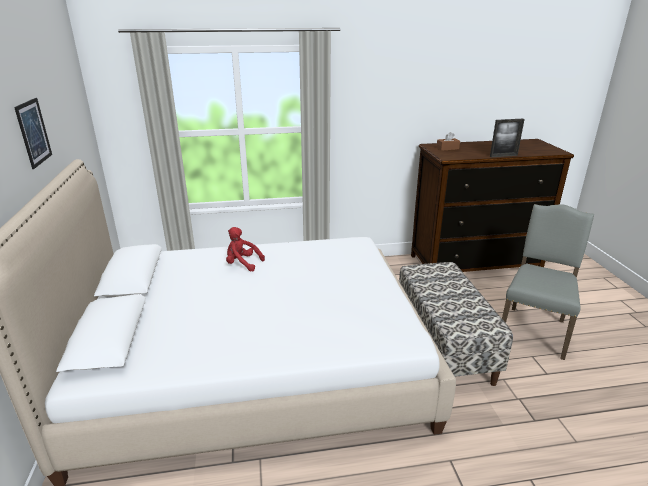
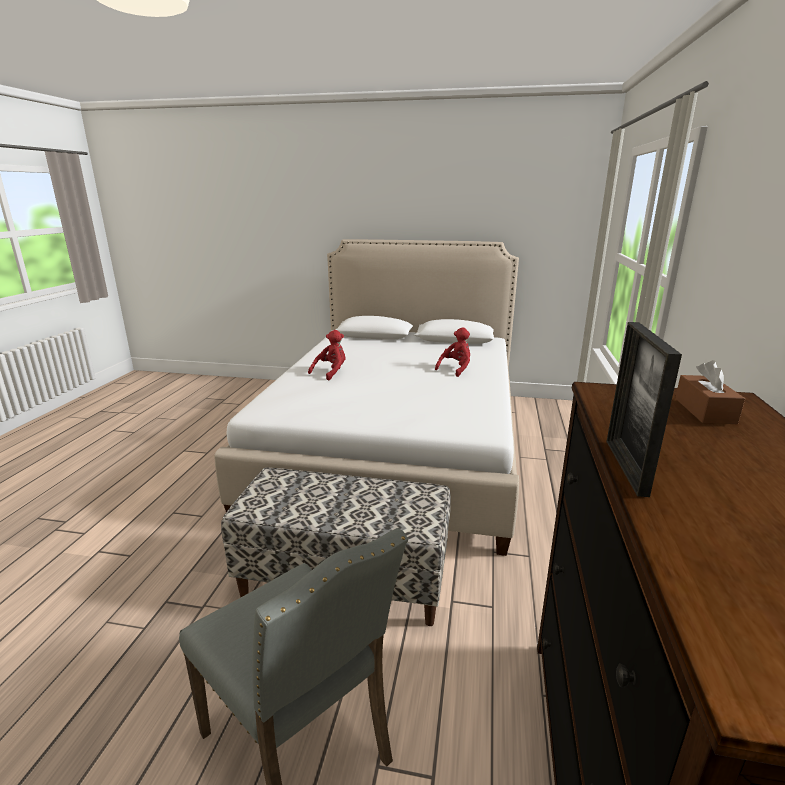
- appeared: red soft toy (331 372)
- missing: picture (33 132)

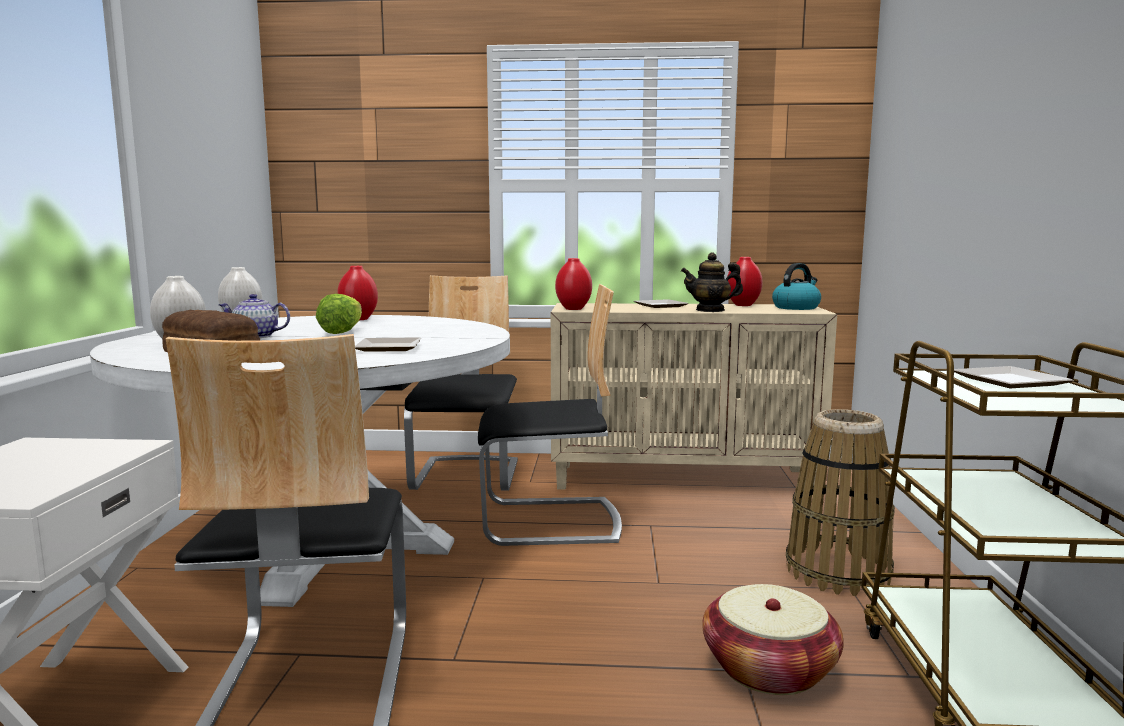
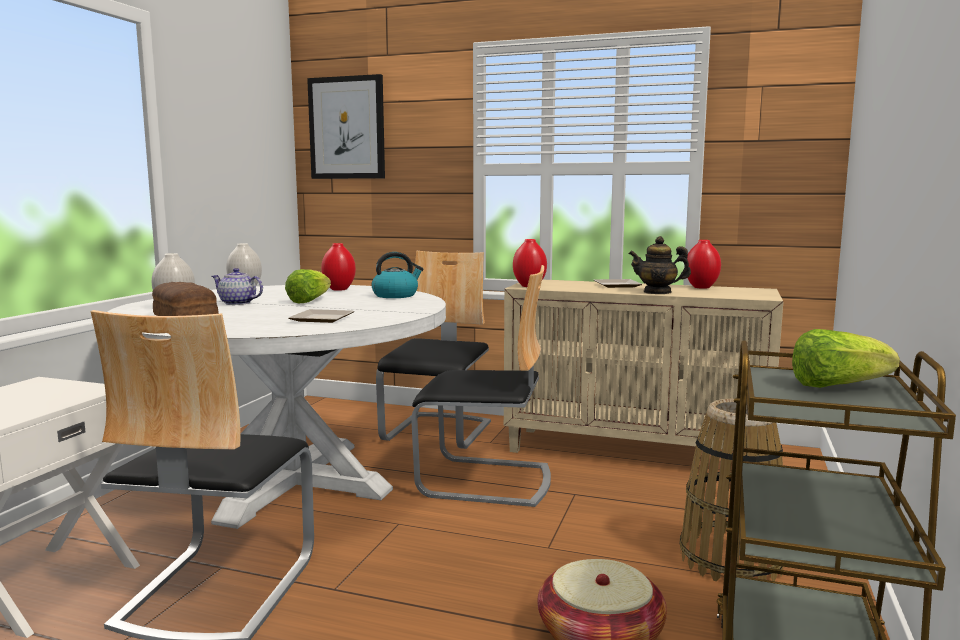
- appeared: picture (347 128)
- relocated: water kettle (796 307) to (396 295)
- exchanged: dinner plate (1005 381) to lettuce head (836 386)

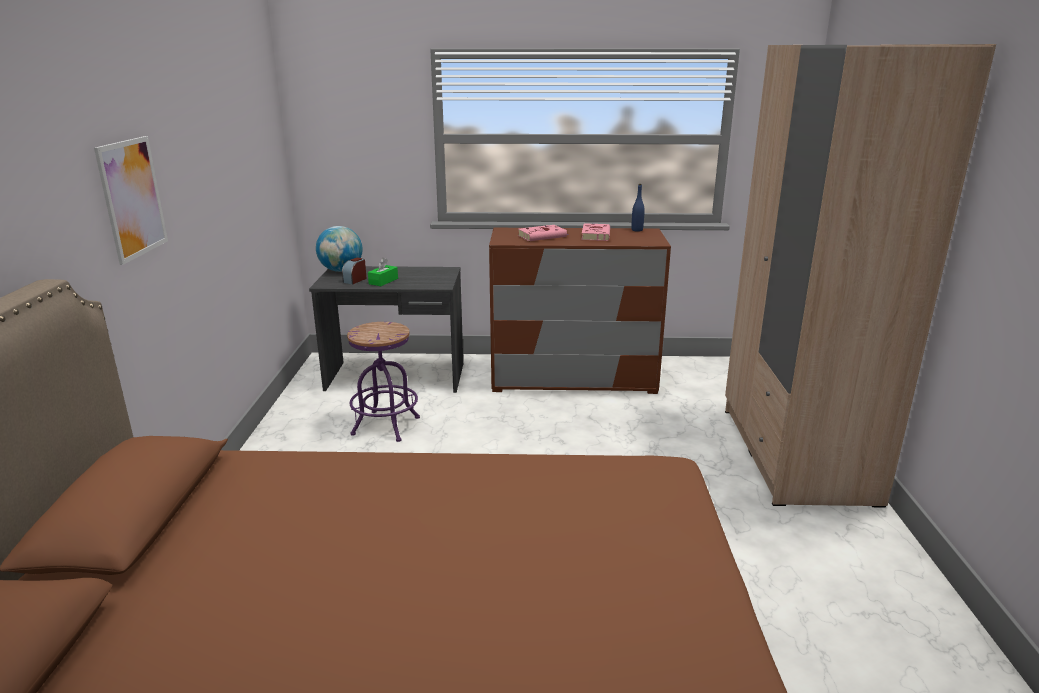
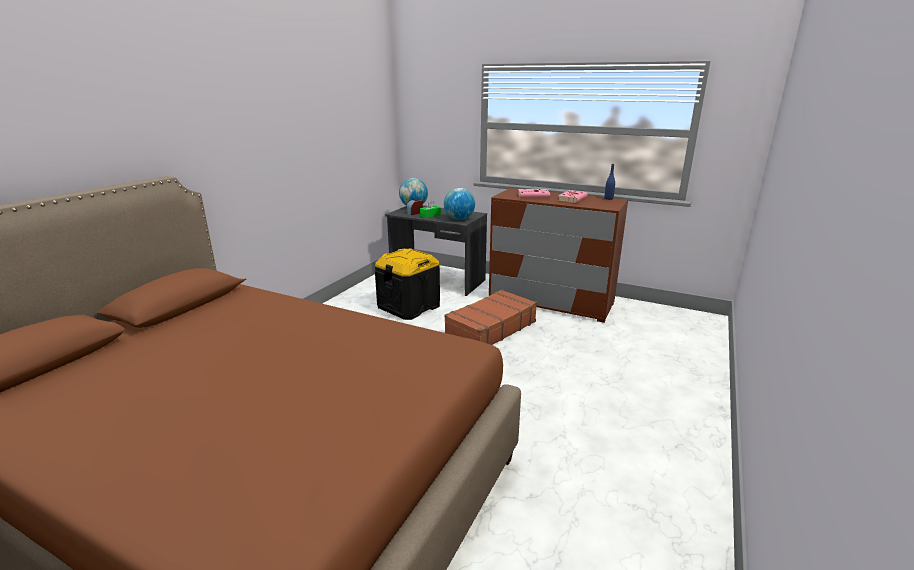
- exchanged: purplish stool (386 426) to black storage container (409 306)
- appeared: globe (459 219)
- appeared: brown travel case (490 328)
- missing: picture (132 198)
- missing: sand-coloured clothes cupboard (795 454)

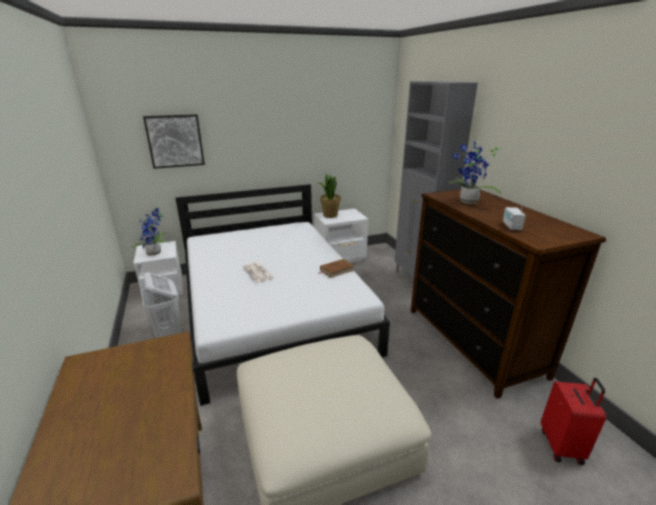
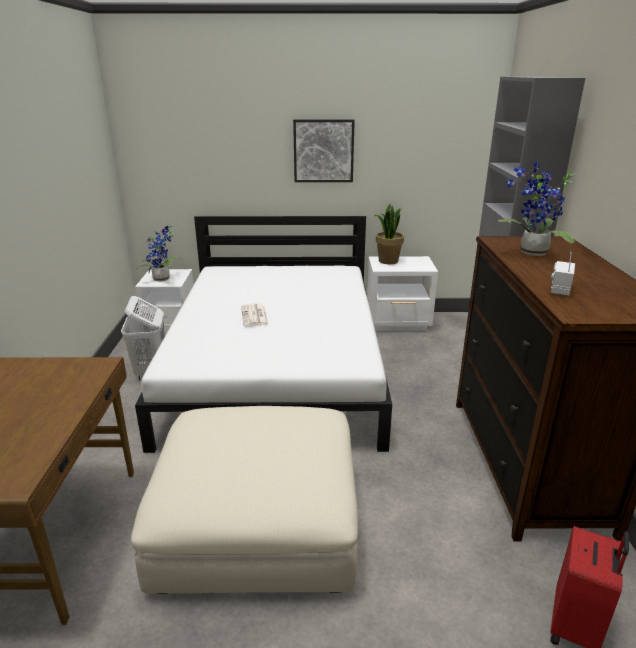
- relocated: picture (175 141) to (323 151)
- missing: brown bound book (336 270)

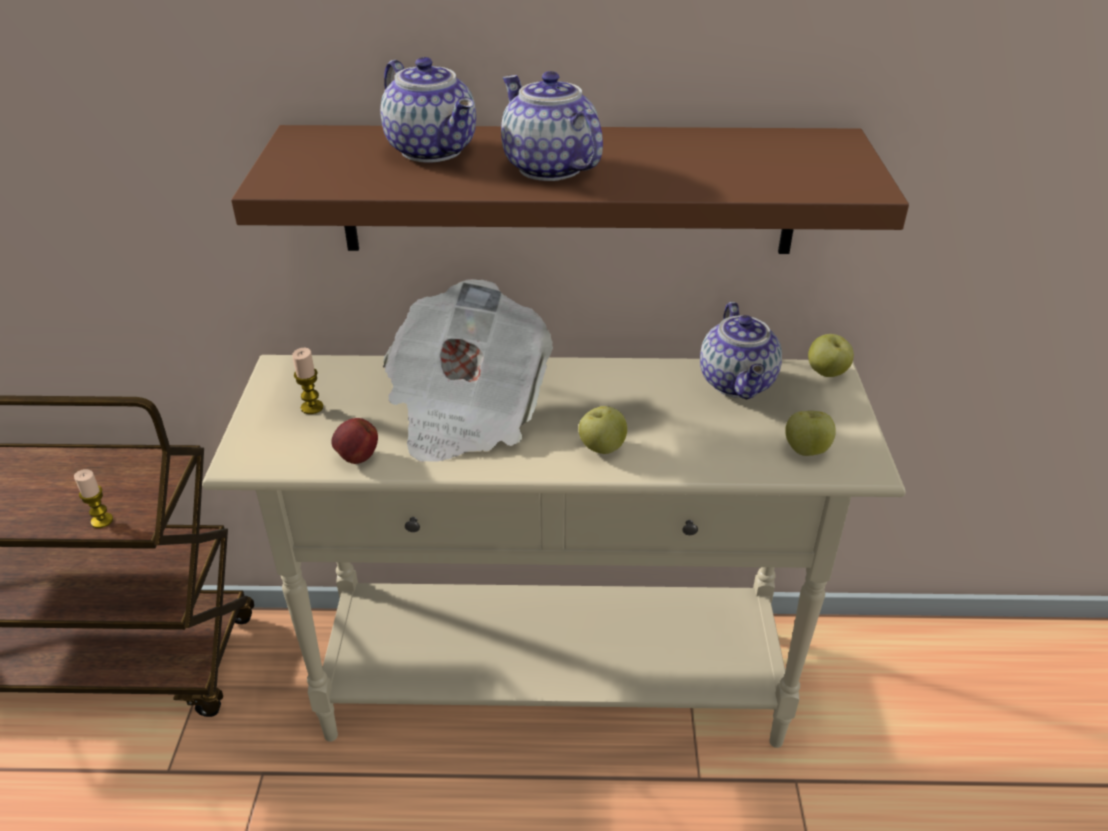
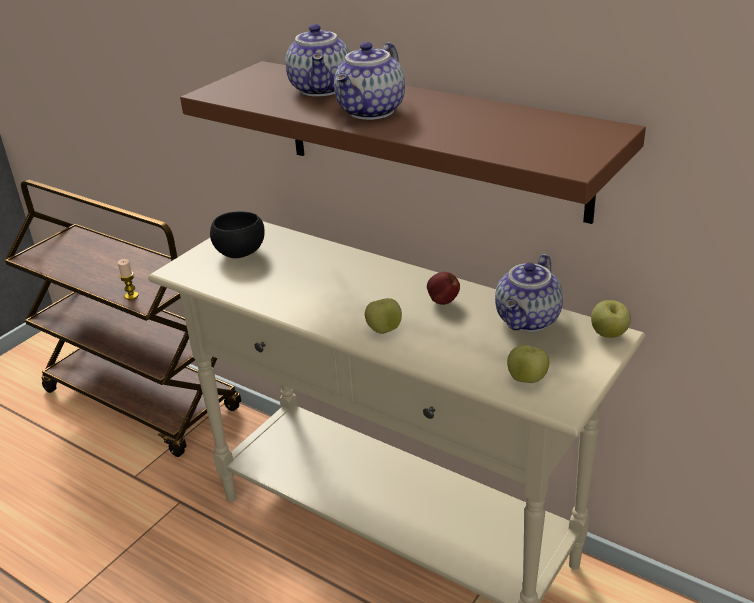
- exchanged: candle (312 407) to black serving bowl (240 253)
- spun: teapot (547 168) = (372 112) 150 degrees counterclockwise
- relocated: apple fruit (357 458) to (442 301)
- missing: daily paper (466 409)

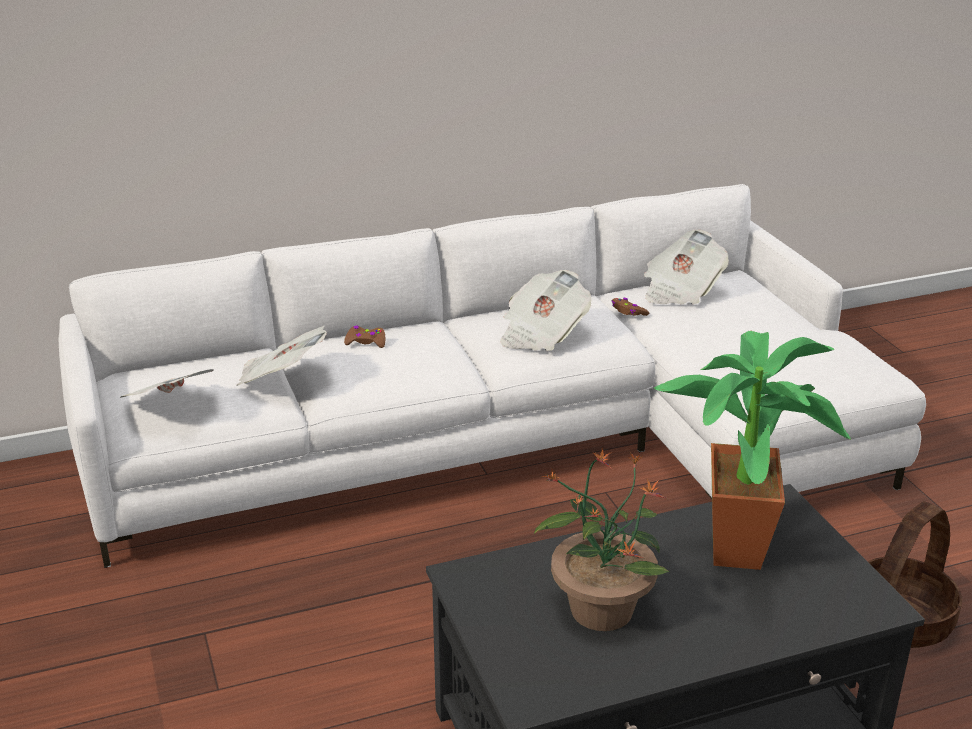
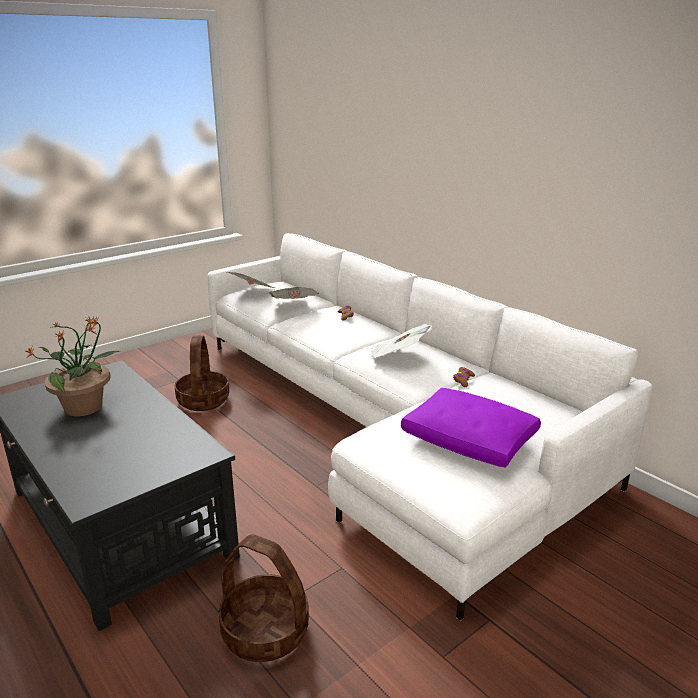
- appeared: household basket (203 400)
- appeared: purplish throw pillow (470 441)
- missing: daily paper (680 290)
- missing: plant in a pot (742 547)

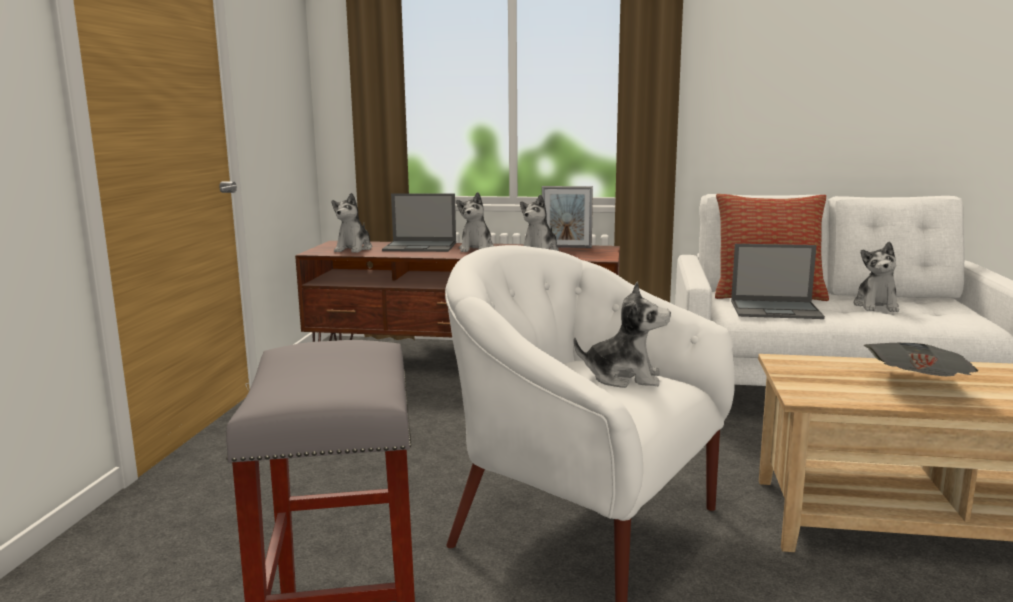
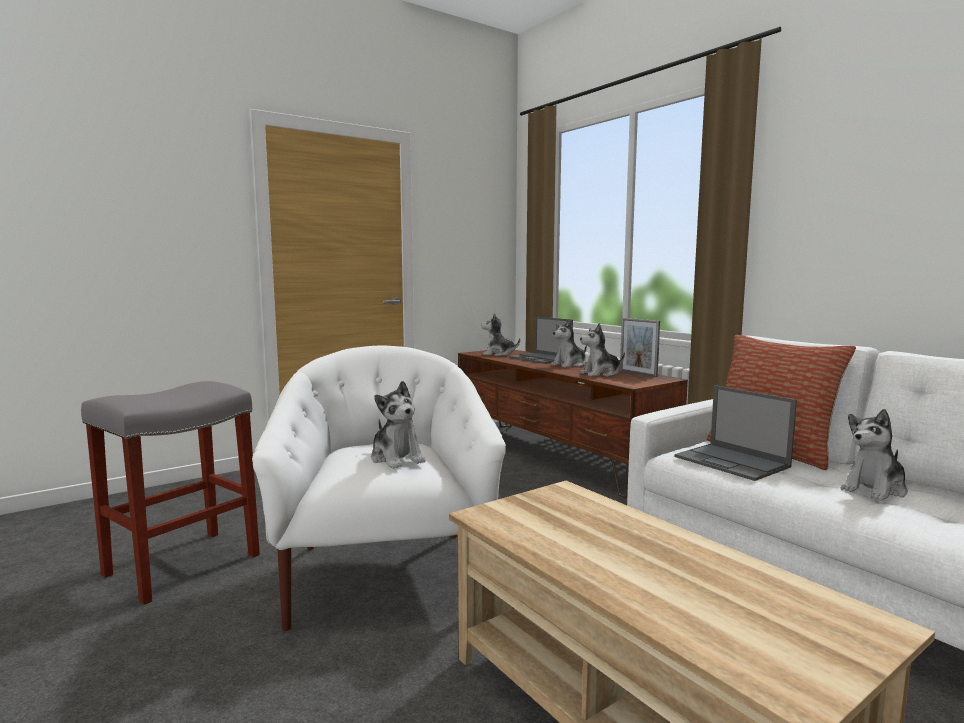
- spun: soft toy (354 249) = (498 354) 45 degrees clockwise
- missing: daily paper (918 387)

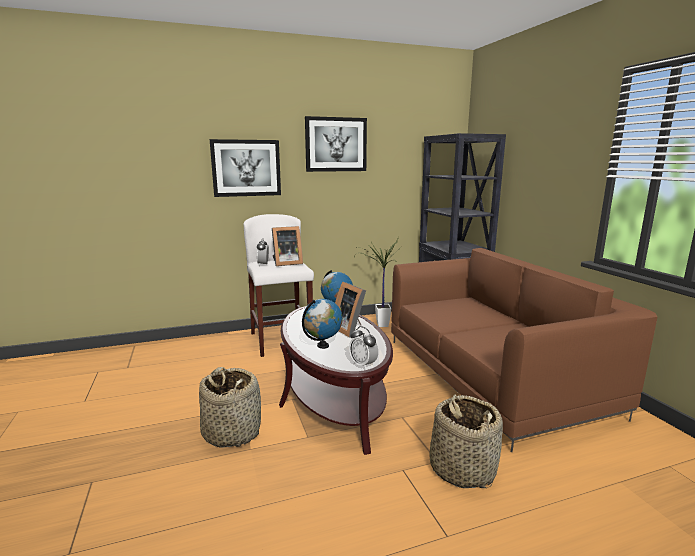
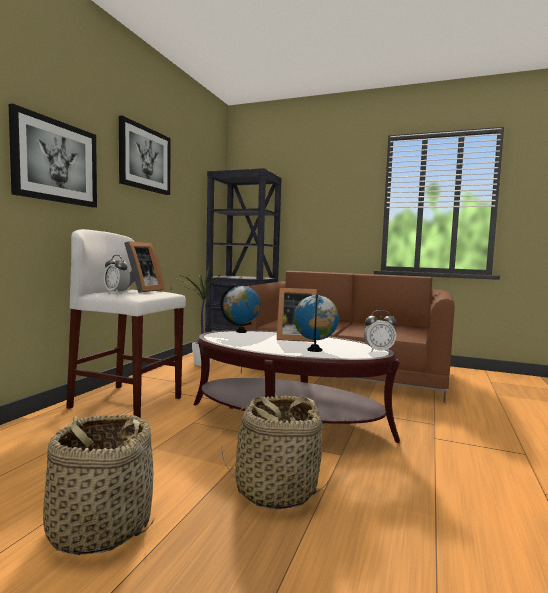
- relocated: household basket (462 468) to (100 526)

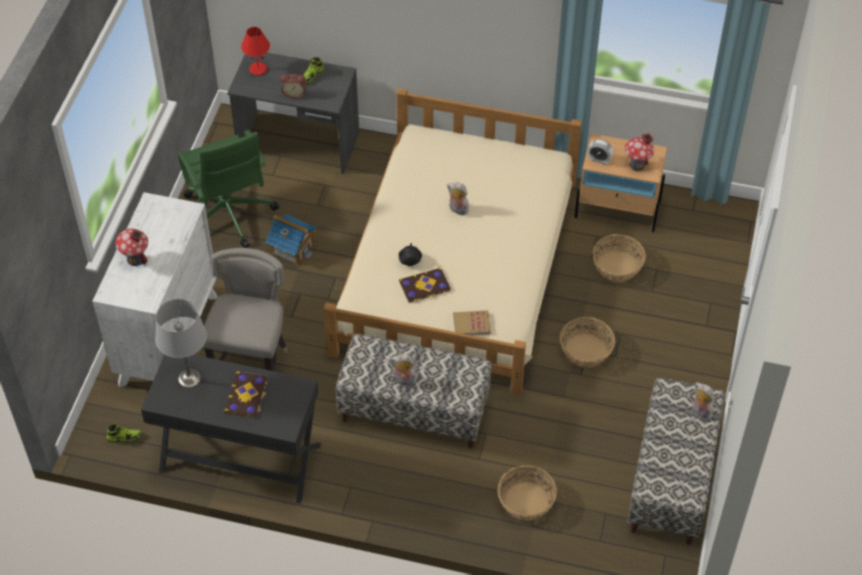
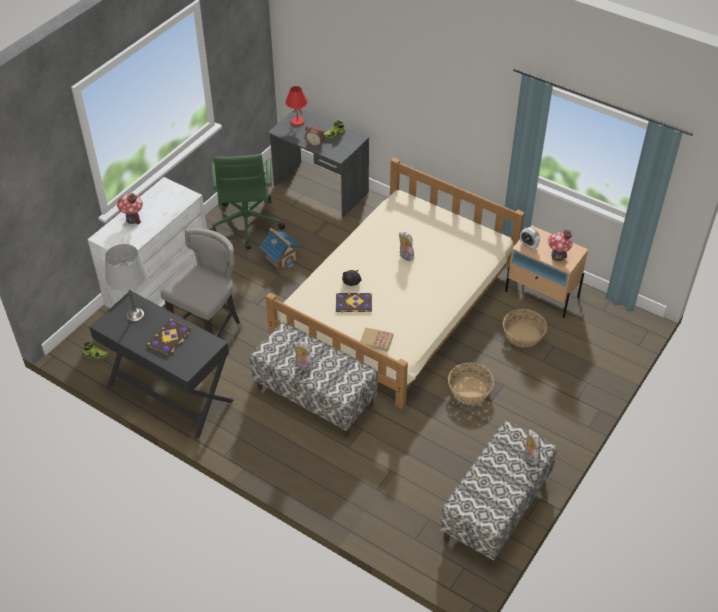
- missing: household basket (526 501)

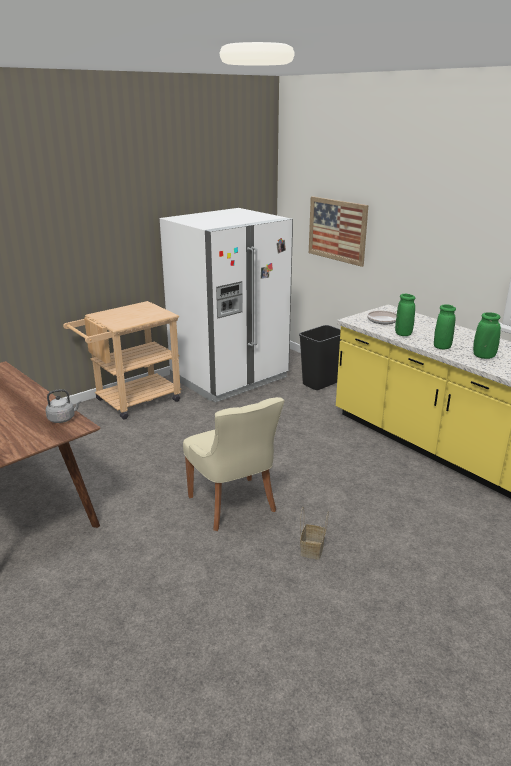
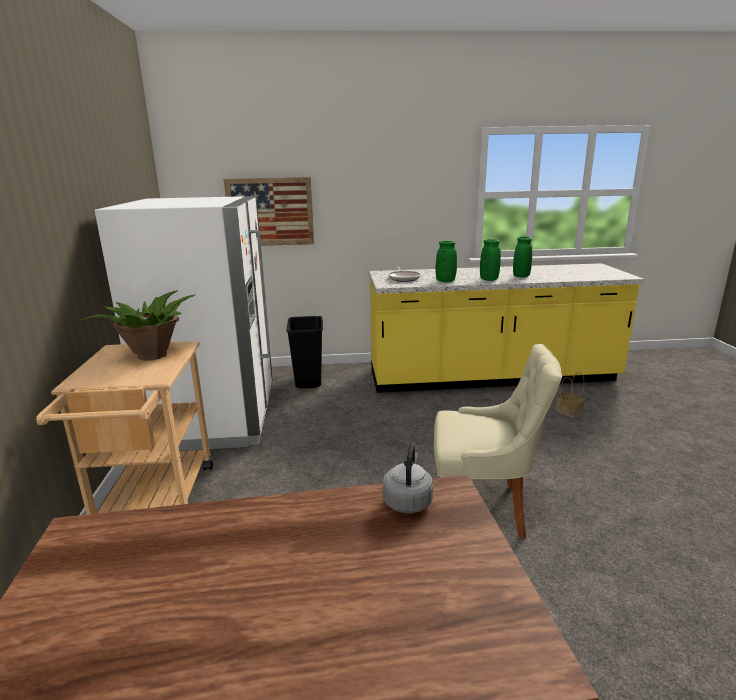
- appeared: plant in a pot (150 355)
- relocated: household basket (312 550) to (569 412)

